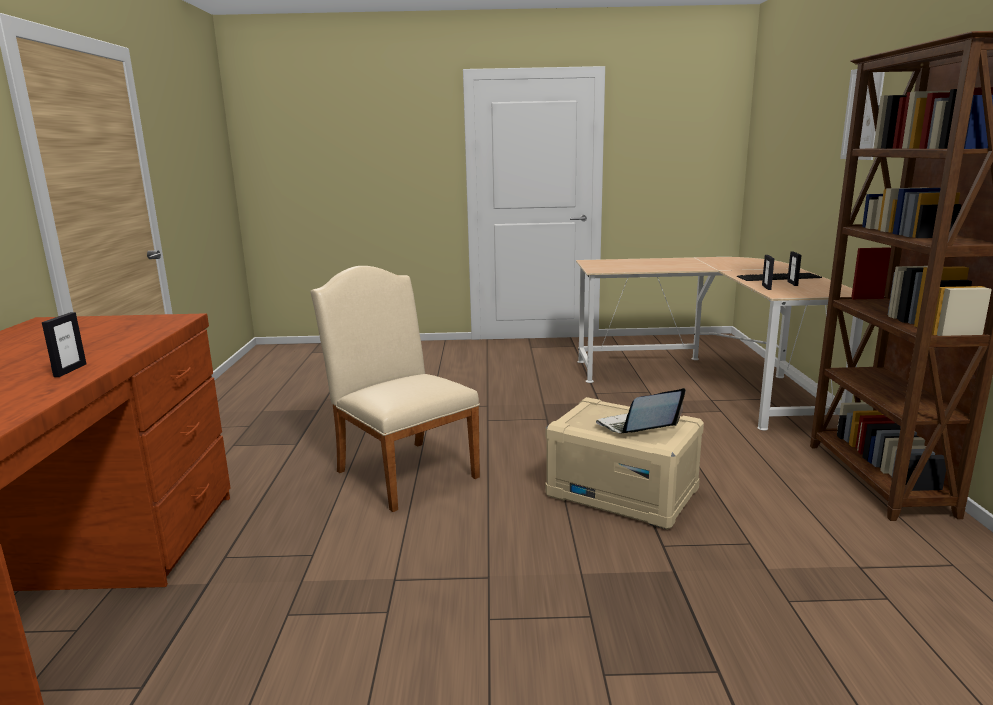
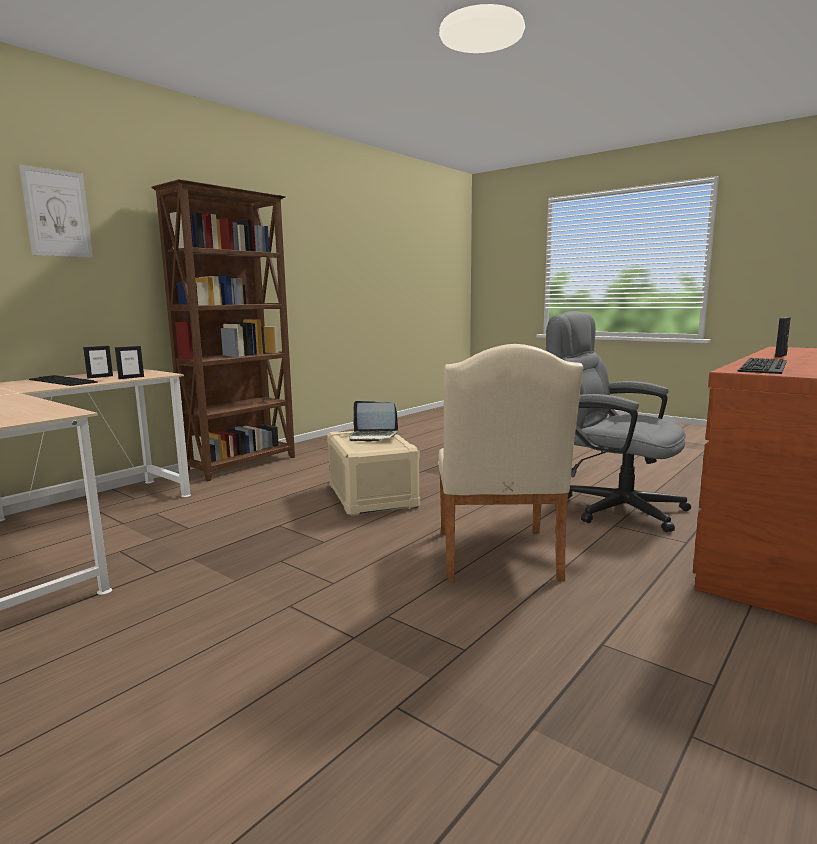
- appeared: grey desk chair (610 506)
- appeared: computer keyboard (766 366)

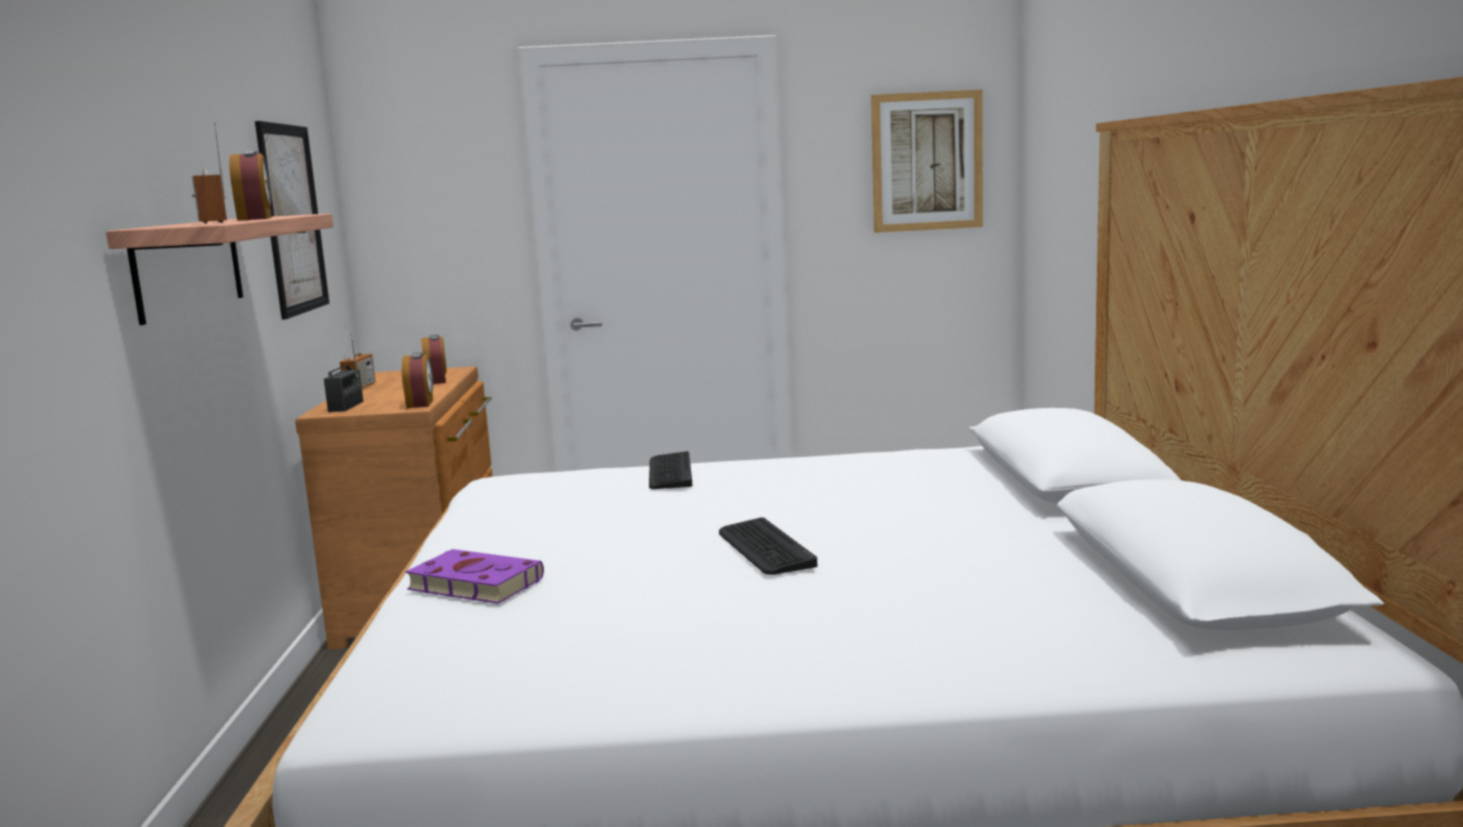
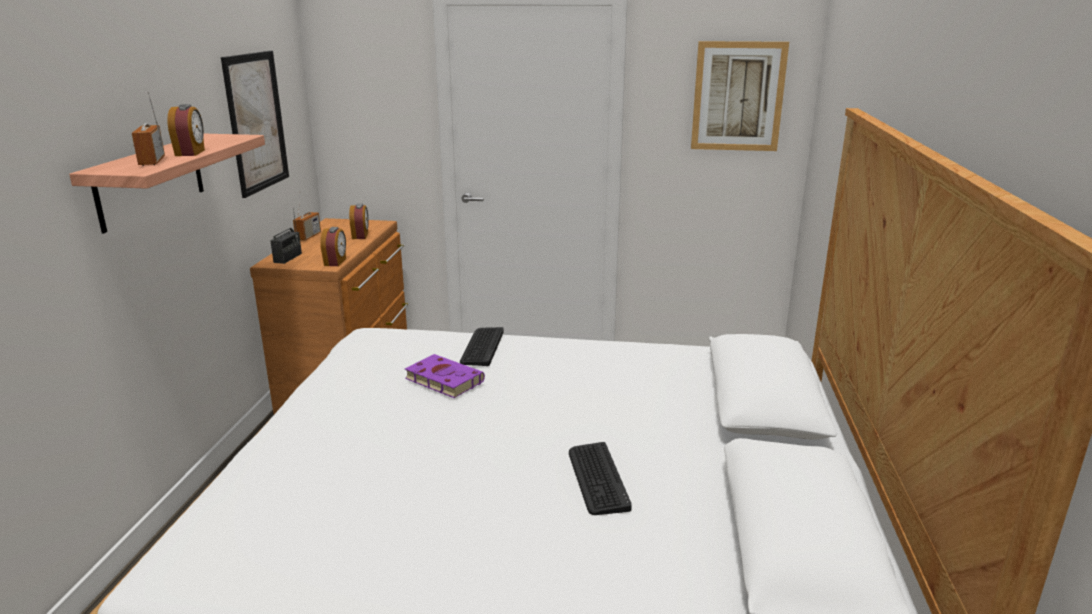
- relocated: purplish bound book (472 584) to (442 380)
- relocated: computer keyboard (765 548) to (597 478)

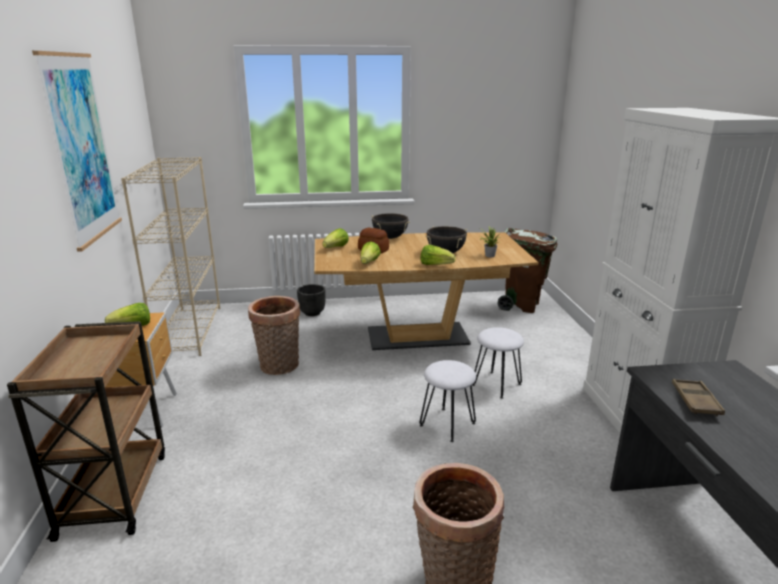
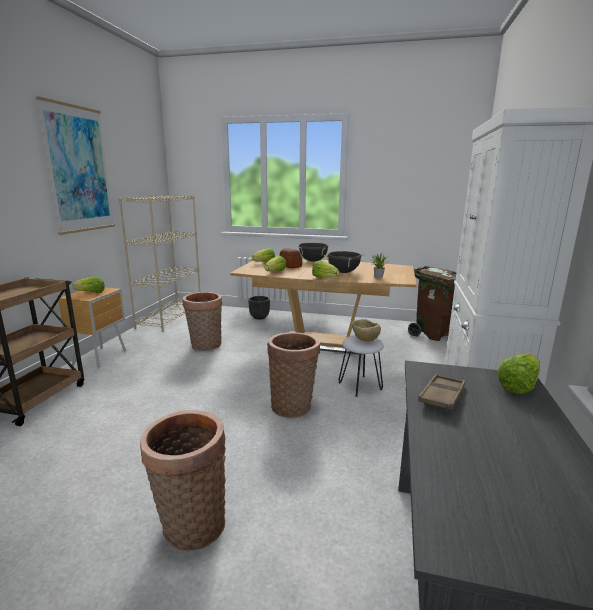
- exchanged: whitish stool (447 424) to household basket (293 405)
- appeared: sand-coloured serving bowl (364 340)
- appeared: lettuce head (518 386)

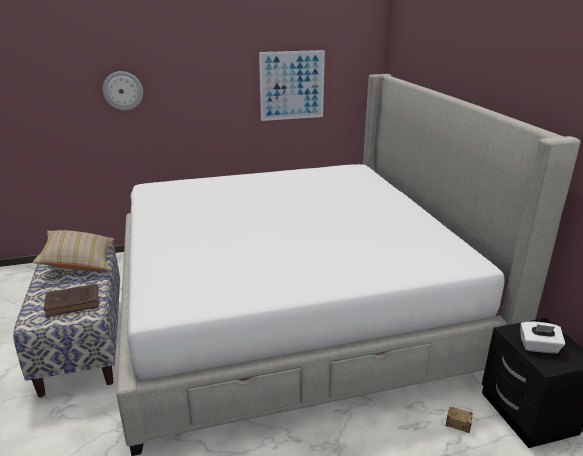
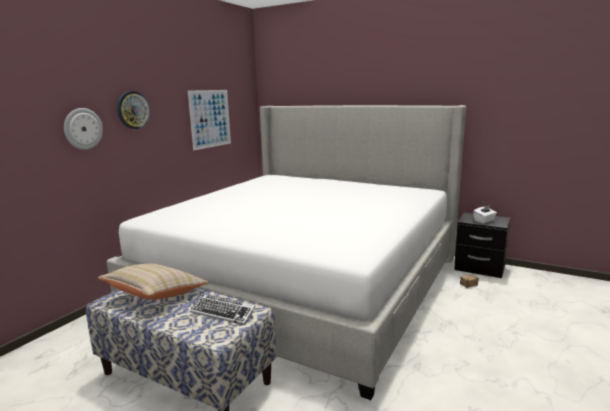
- appeared: clock on the wall (133 110)
- exchanged: brown bound book (74 302) to computer keyboard (222 312)

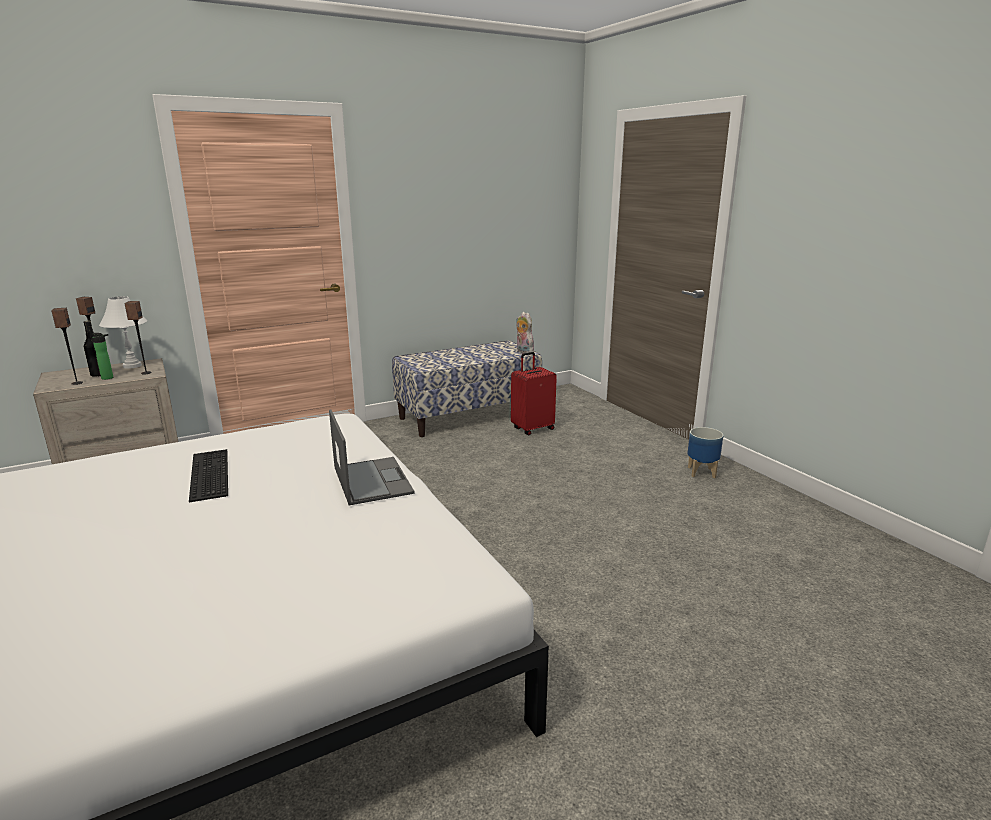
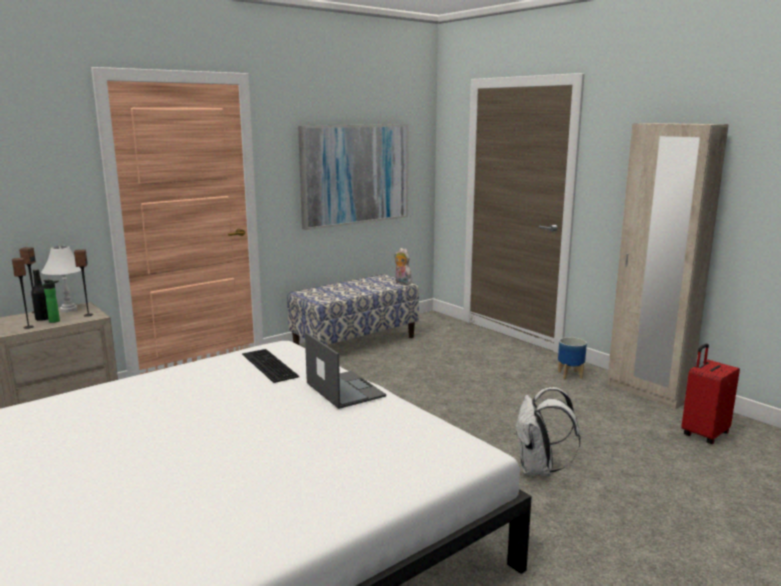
- relocated: computer keyboard (207 474) to (267 365)
- appeared: picture (354 174)
- appeared: whitish backpack (539 470)
- appeared: sand-coloured clothes cupboard (647 393)
- relocated: red travel case (532 429) to (703 434)

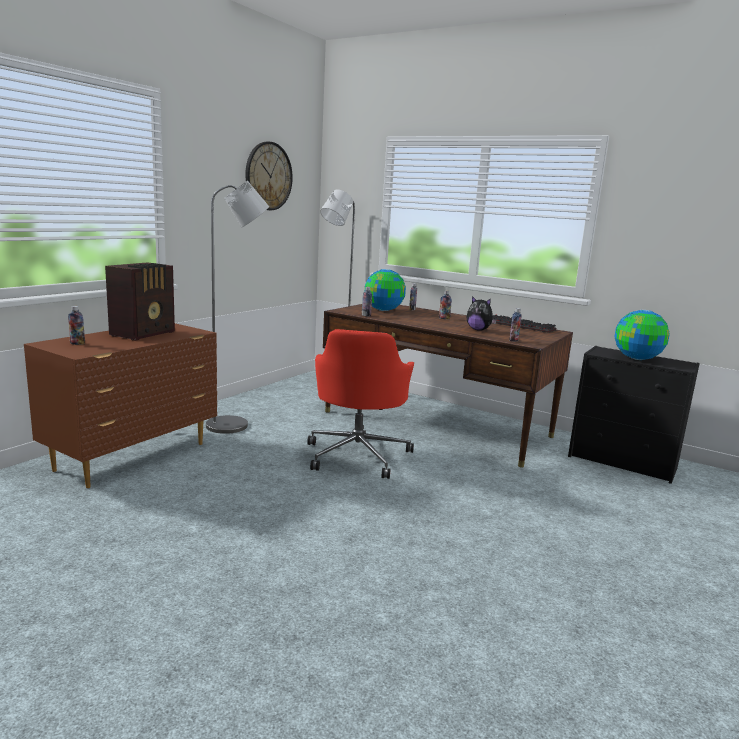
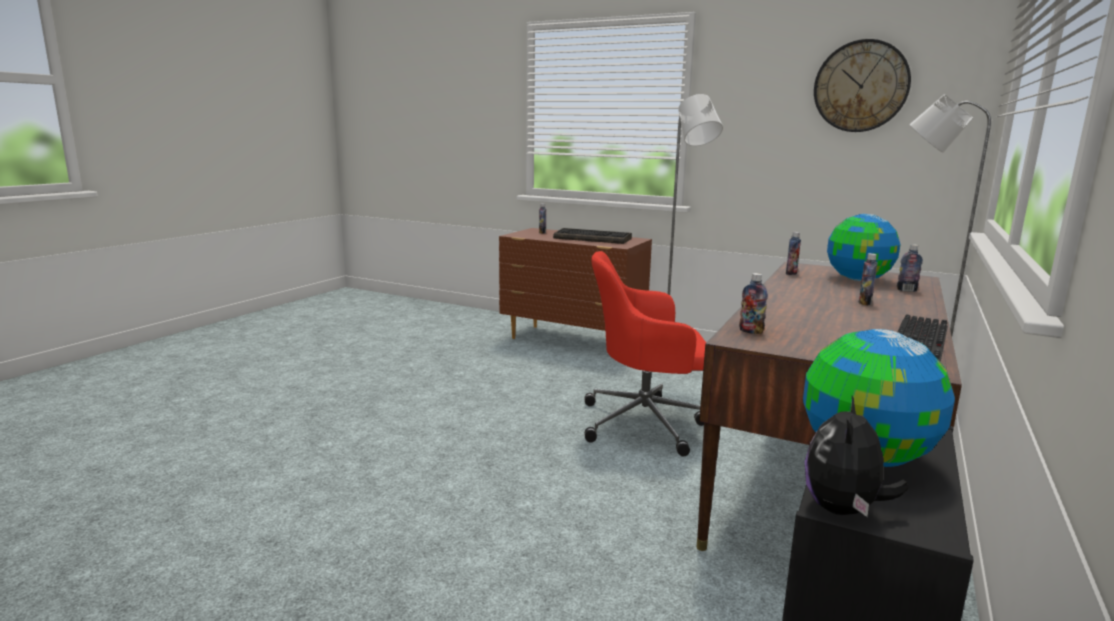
- exchanged: radio receiver (144 333) to computer keyboard (593 238)
- relocated: soft toy (478 330) to (844 510)

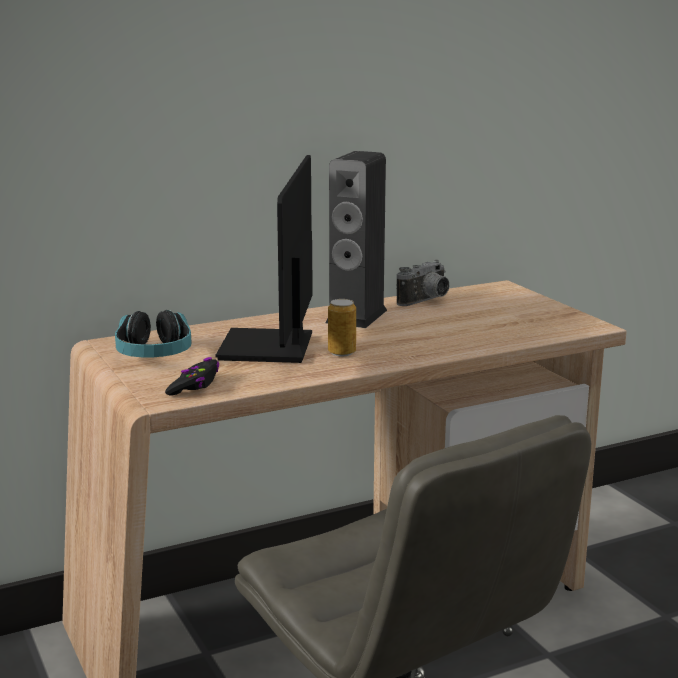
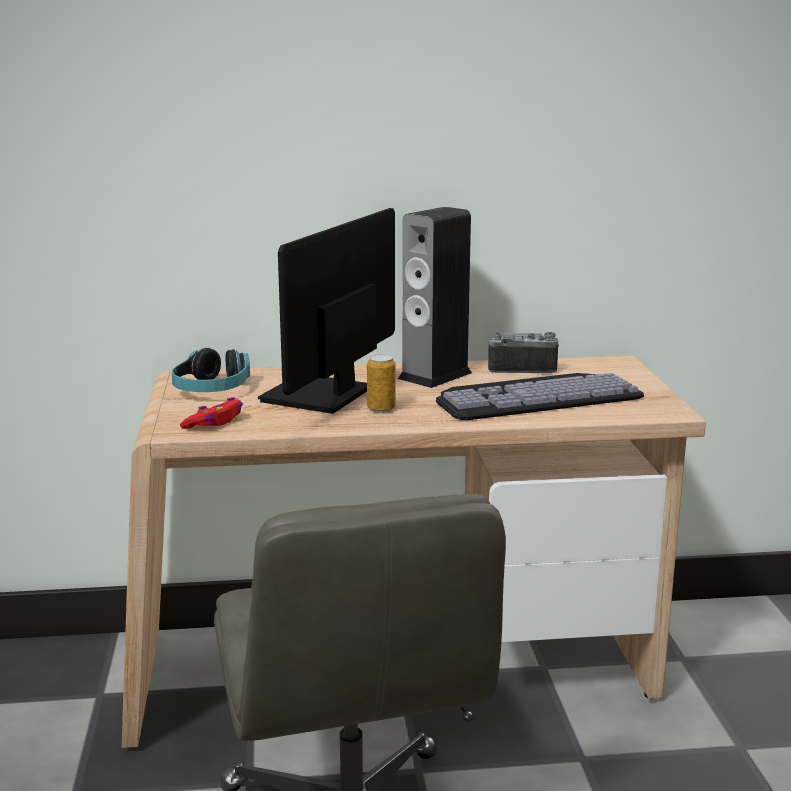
- colour: black game controller (194 385) to red game controller (214 422)
- appeared: computer keyboard (535 395)
- spun: still camera (426 301) = (521 368) 150 degrees counterclockwise

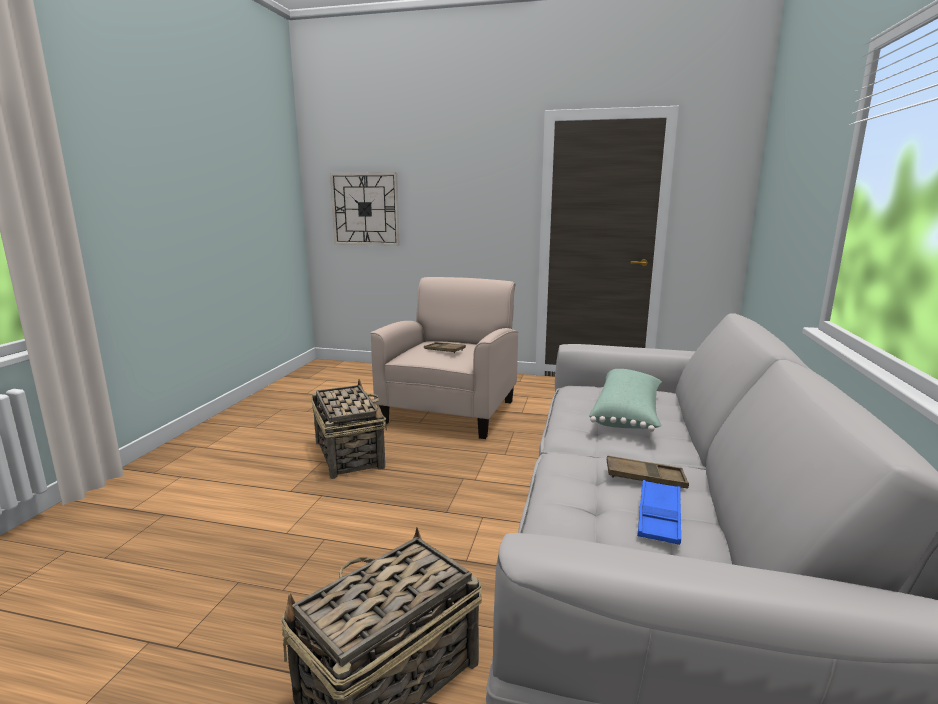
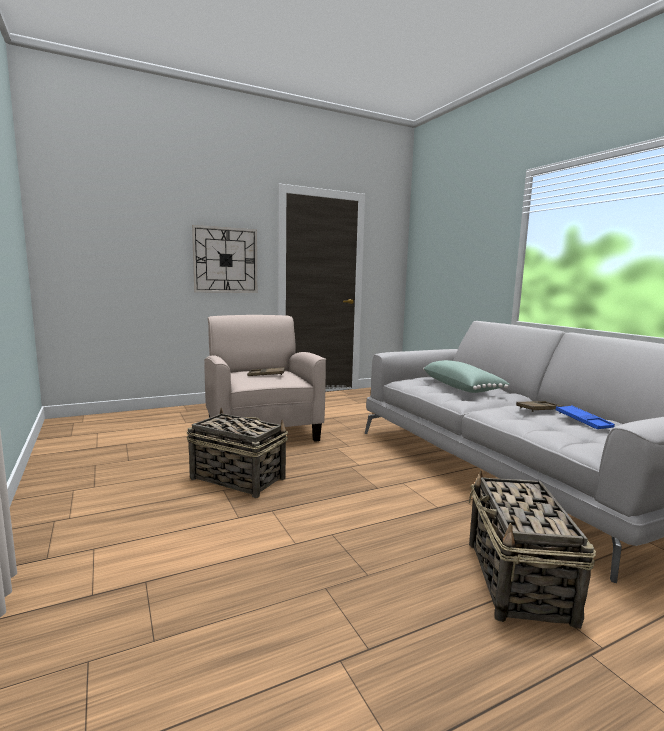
- relocated: clock on the wall (365 209) to (225 260)

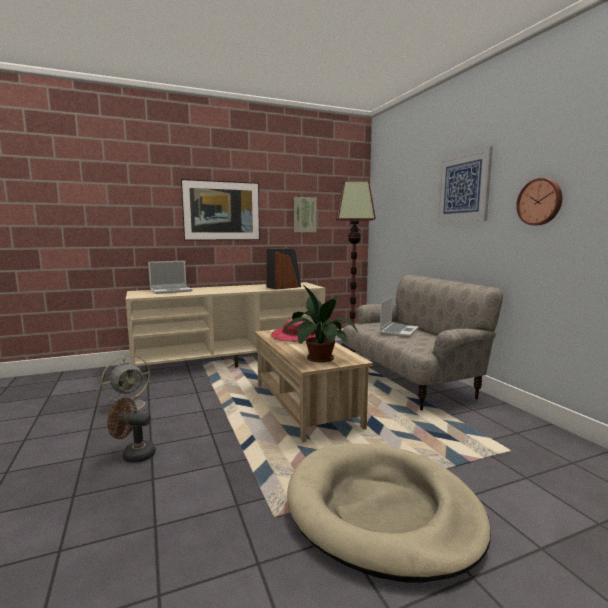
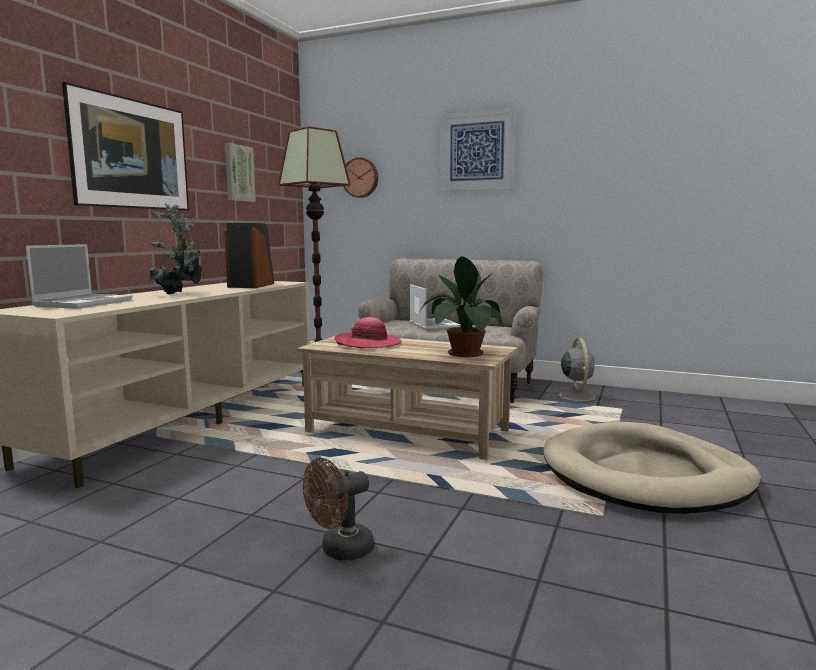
- appeared: plant in a pot (179 294)
- relocated: clock on the wall (540 202) to (360 177)
- relocated: grey fan (130 405) to (576 396)

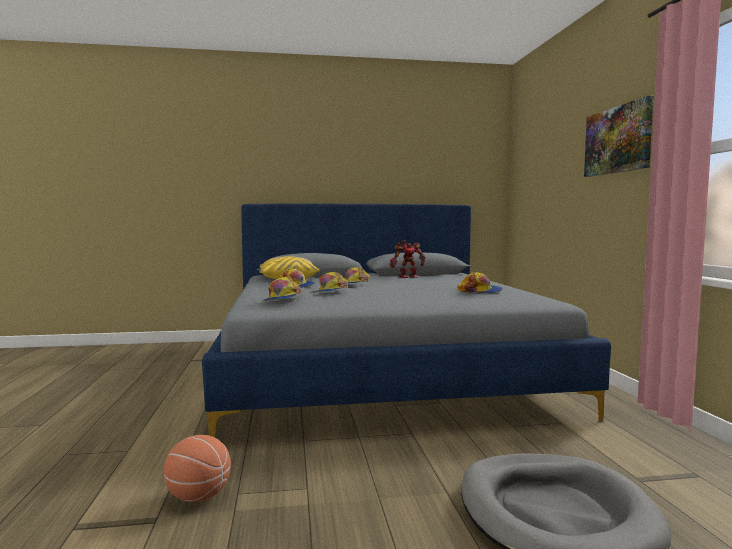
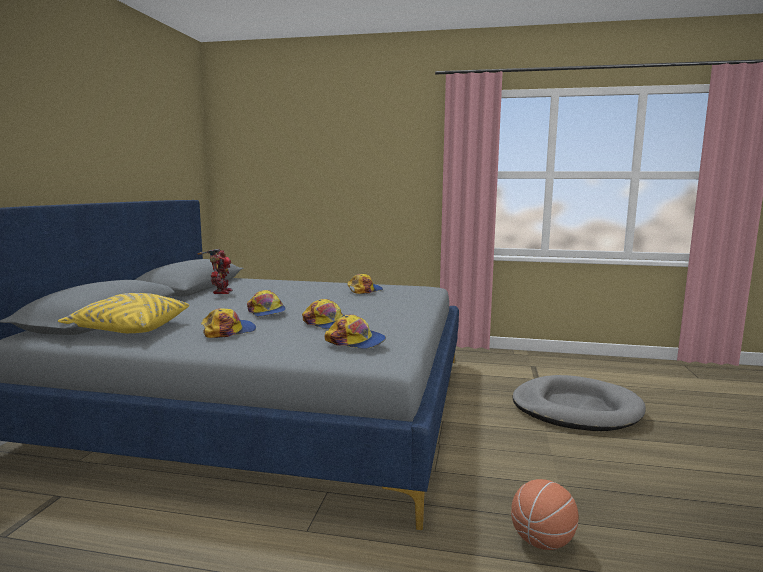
- missing: picture (618 140)

